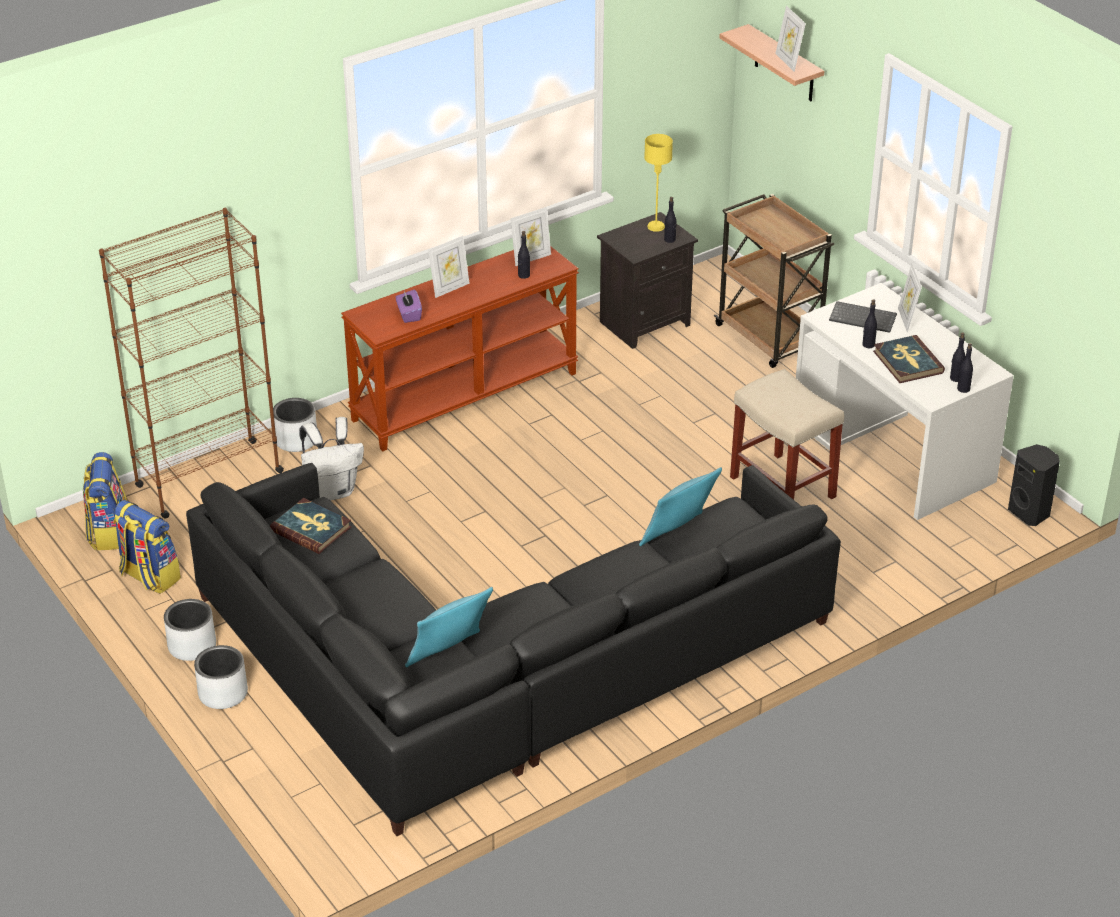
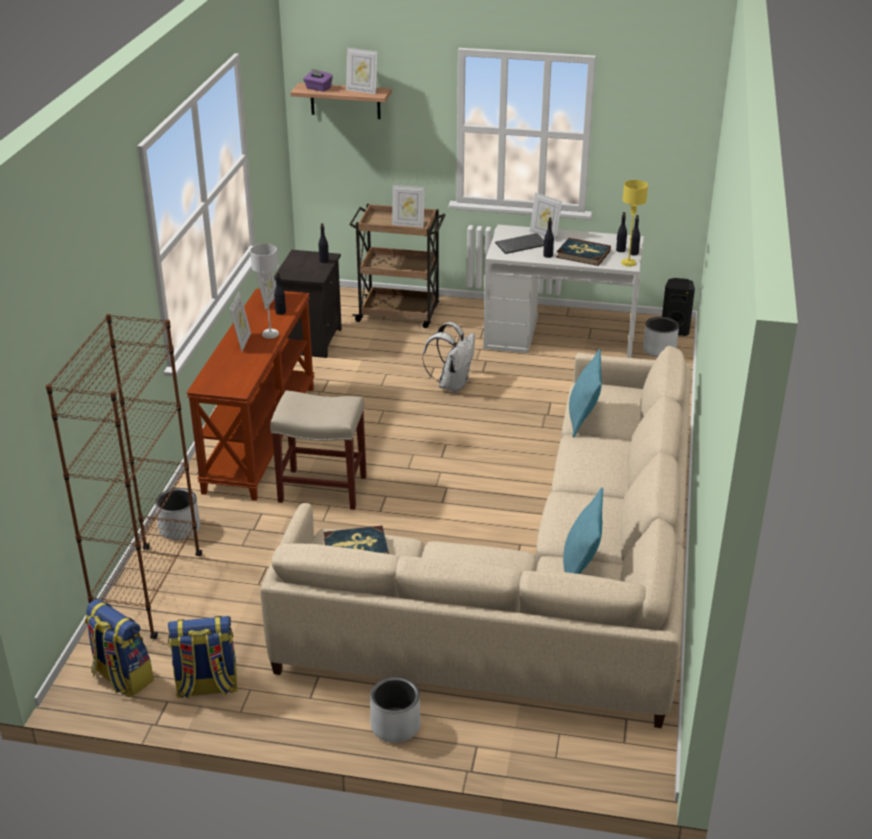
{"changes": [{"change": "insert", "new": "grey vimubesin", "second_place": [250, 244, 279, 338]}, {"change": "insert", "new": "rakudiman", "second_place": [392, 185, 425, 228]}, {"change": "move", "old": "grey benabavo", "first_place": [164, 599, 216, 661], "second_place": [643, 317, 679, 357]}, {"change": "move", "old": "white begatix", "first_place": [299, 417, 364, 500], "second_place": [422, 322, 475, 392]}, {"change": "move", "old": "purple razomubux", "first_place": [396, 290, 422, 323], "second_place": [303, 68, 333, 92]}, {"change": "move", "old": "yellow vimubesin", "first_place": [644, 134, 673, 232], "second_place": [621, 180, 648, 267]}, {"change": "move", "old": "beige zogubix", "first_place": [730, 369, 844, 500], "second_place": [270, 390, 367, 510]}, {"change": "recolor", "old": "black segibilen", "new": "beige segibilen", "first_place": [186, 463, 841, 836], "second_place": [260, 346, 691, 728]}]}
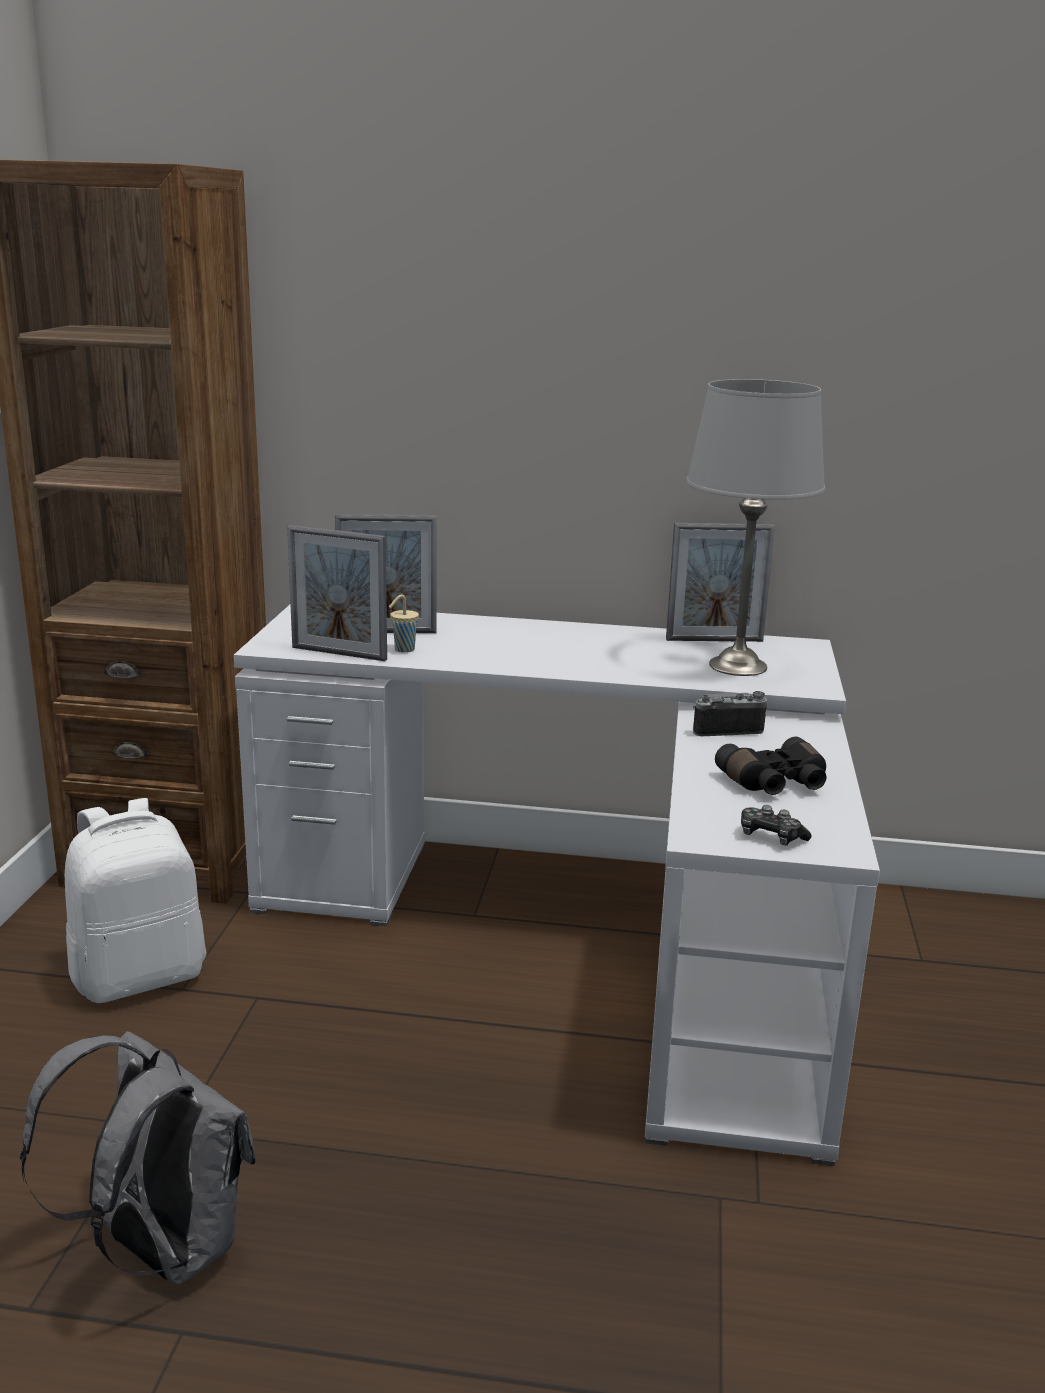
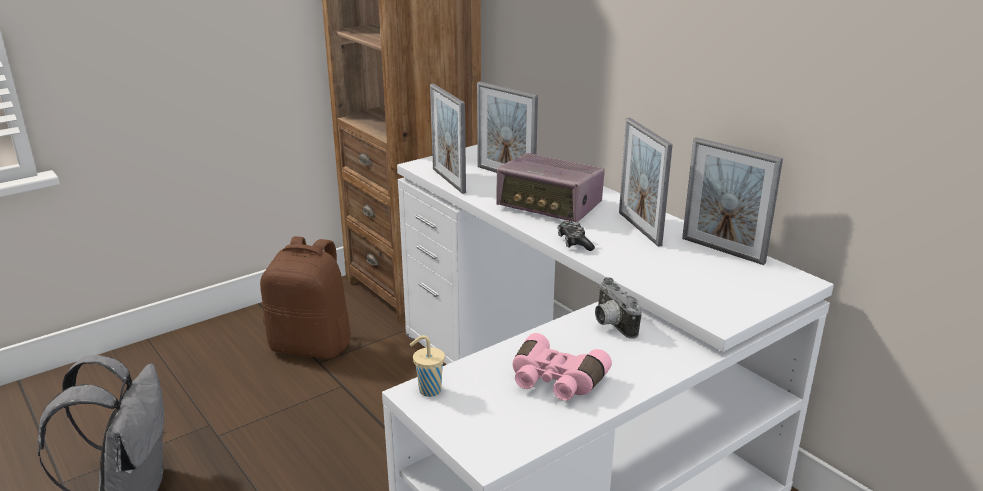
{"changes": [{"change": "delete", "old": "grey vimubesin", "first_place": [686, 379, 825, 676]}, {"change": "insert", "new": "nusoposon", "second_place": [496, 153, 605, 222]}, {"change": "insert", "new": "rakudiman", "second_place": [619, 118, 673, 247]}, {"change": "move", "old": "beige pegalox", "first_place": [389, 595, 419, 653], "second_place": [410, 335, 445, 397]}, {"change": "move", "old": "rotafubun", "first_place": [741, 805, 811, 846], "second_place": [558, 221, 595, 251]}, {"change": "recolor", "old": "white begatix", "new": "brown begatix", "first_place": [65, 798, 206, 1003], "second_place": [260, 236, 351, 359]}, {"change": "recolor", "old": "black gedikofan", "new": "pink gedikofan", "first_place": [715, 737, 826, 795], "second_place": [513, 333, 612, 401]}, {"change": "rotate", "old": "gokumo", "first_place": [693, 691, 767, 736], "second_place": [595, 277, 642, 339], "degrees": -150}]}
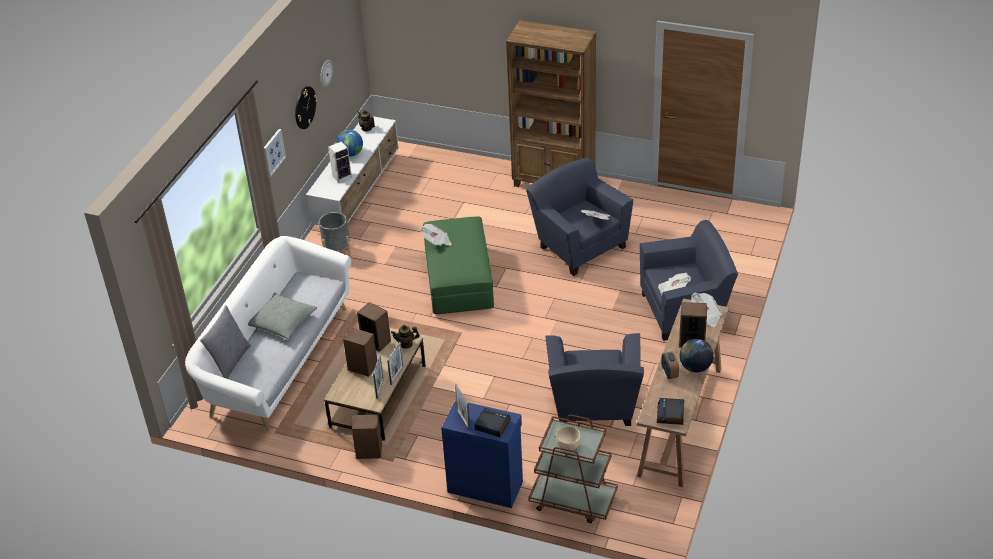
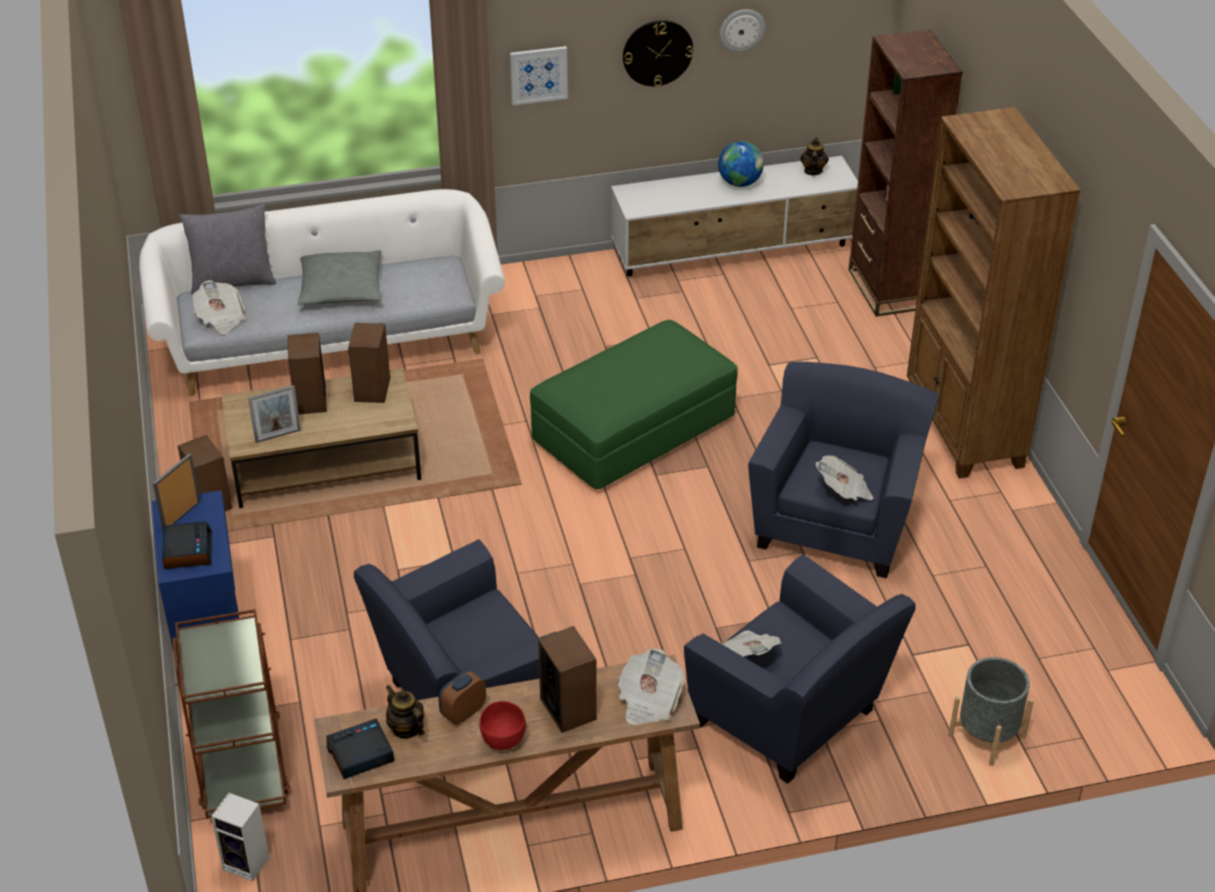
{"changes": [{"change": "delete", "old": "rakudiman", "first_place": [387, 342, 404, 385]}, {"change": "delete", "old": "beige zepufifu", "first_place": [555, 426, 581, 450]}, {"change": "insert", "new": "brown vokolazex", "second_place": [849, 29, 963, 317]}, {"change": "move", "old": "grey benabavo", "first_place": [319, 212, 351, 257], "second_place": [949, 657, 1034, 766]}, {"change": "move", "old": "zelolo", "first_place": [328, 141, 352, 183], "second_place": [211, 793, 269, 881]}, {"change": "move", "old": "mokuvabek", "first_place": [391, 325, 420, 348], "second_place": [386, 685, 424, 739]}, {"change": "move", "old": "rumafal", "first_place": [420, 224, 452, 246], "second_place": [192, 280, 246, 334]}, {"change": "replace", "old": "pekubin", "new": "red zepufifu", "first_place": [680, 339, 714, 372], "second_place": [479, 701, 526, 750]}]}
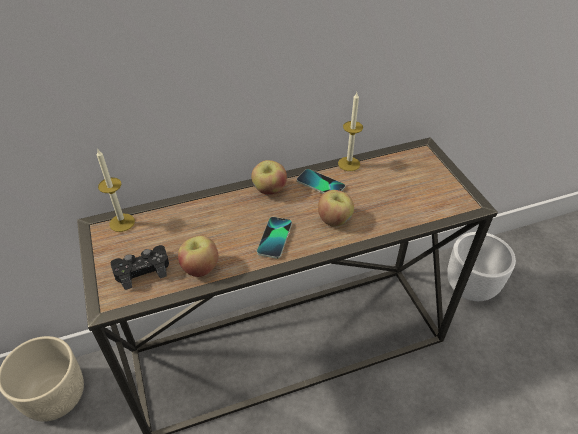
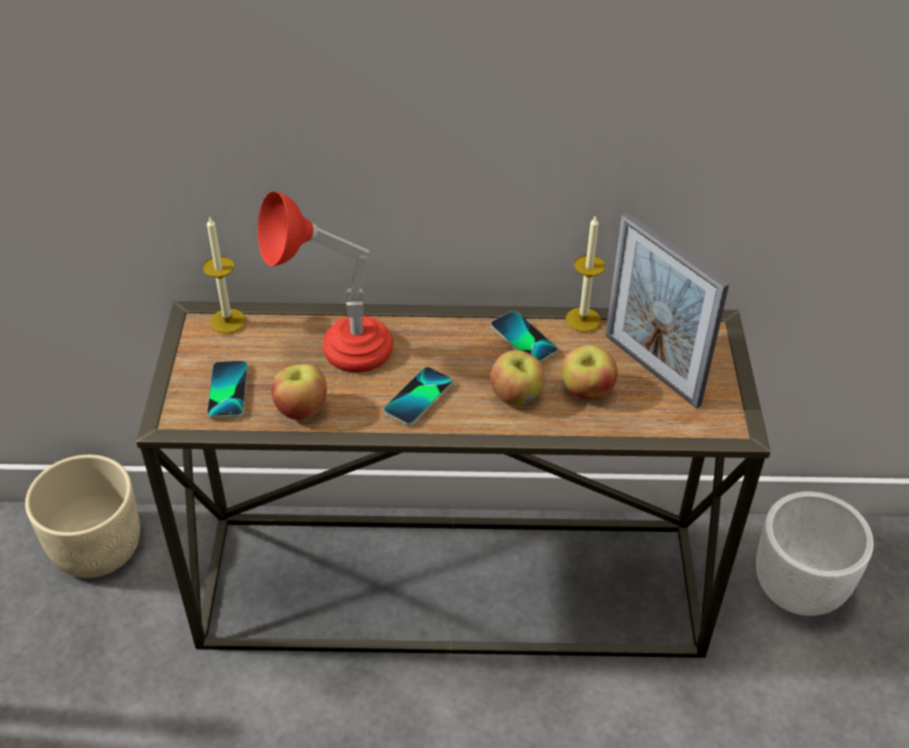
{"changes": [{"change": "insert", "new": "red vimubesin", "second_place": [257, 191, 393, 372]}, {"change": "insert", "new": "rakudiman", "second_place": [605, 212, 729, 409]}, {"change": "move", "old": "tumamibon", "first_place": [251, 160, 287, 195], "second_place": [562, 345, 618, 399]}, {"change": "replace", "old": "black rotafubun", "new": "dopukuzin", "first_place": [111, 245, 169, 290], "second_place": [207, 361, 248, 418]}]}
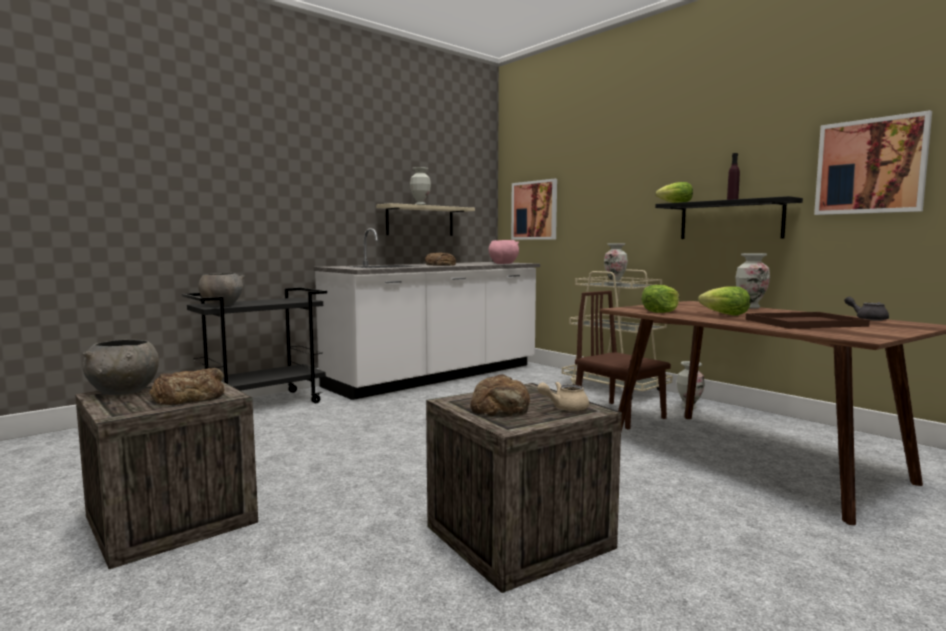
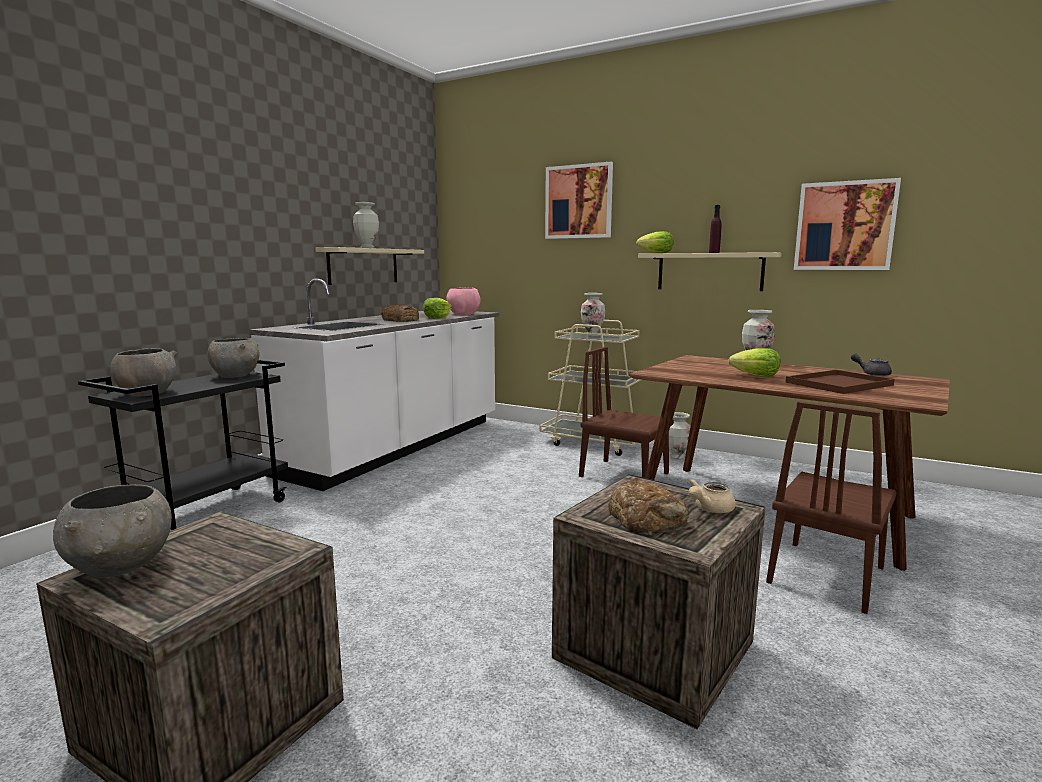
{"changes": [{"change": "delete", "old": "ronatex", "first_place": [149, 368, 225, 405]}, {"change": "insert", "new": "grey zepufifu", "second_place": [207, 338, 260, 378]}, {"change": "insert", "new": "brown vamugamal", "second_place": [766, 401, 897, 614]}, {"change": "move", "old": "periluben", "first_place": [511, 179, 557, 240], "second_place": [545, 162, 613, 239]}, {"change": "move", "old": "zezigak", "first_place": [641, 285, 679, 313], "second_place": [423, 298, 452, 319]}, {"change": "recolor", "old": "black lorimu", "new": "beige lorimu", "first_place": [655, 196, 803, 239], "second_place": [638, 252, 782, 291]}]}
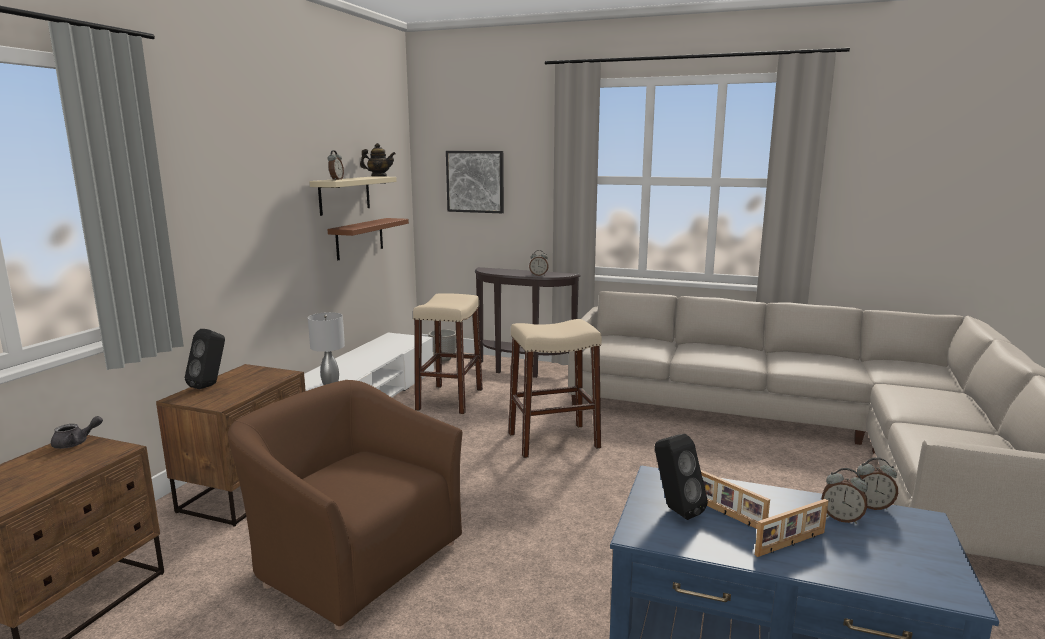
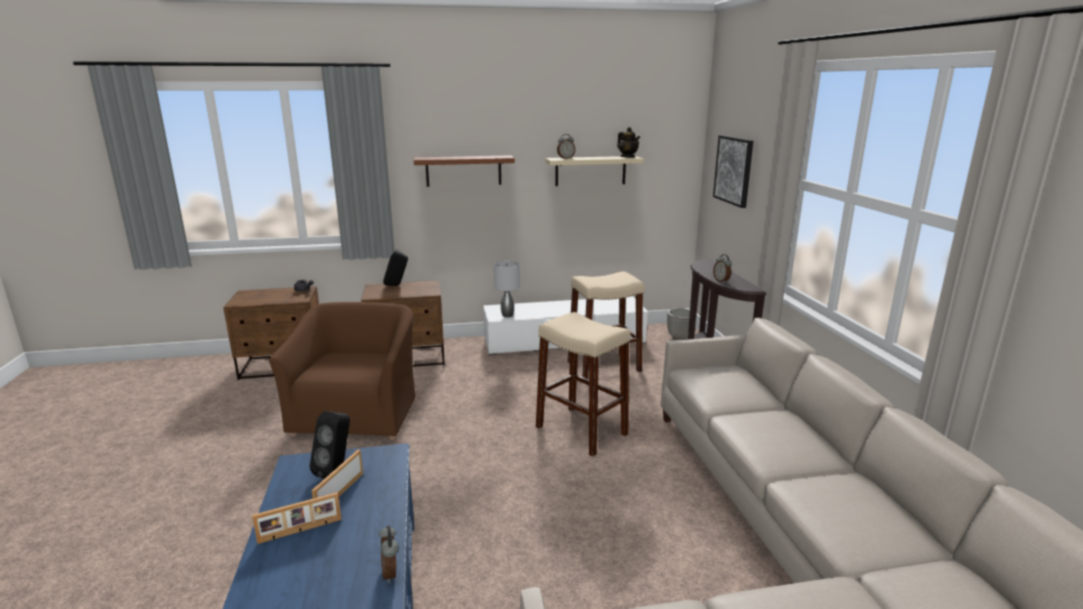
{"changes": [{"change": "delete", "old": "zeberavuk", "first_place": [822, 468, 868, 524]}, {"change": "move", "old": "brown lorimu", "first_place": [328, 218, 409, 260], "second_place": [414, 155, 515, 187]}, {"change": "rotate", "old": "rakudiman", "first_place": [755, 499, 828, 557], "second_place": [252, 492, 342, 544], "degrees": -60}]}
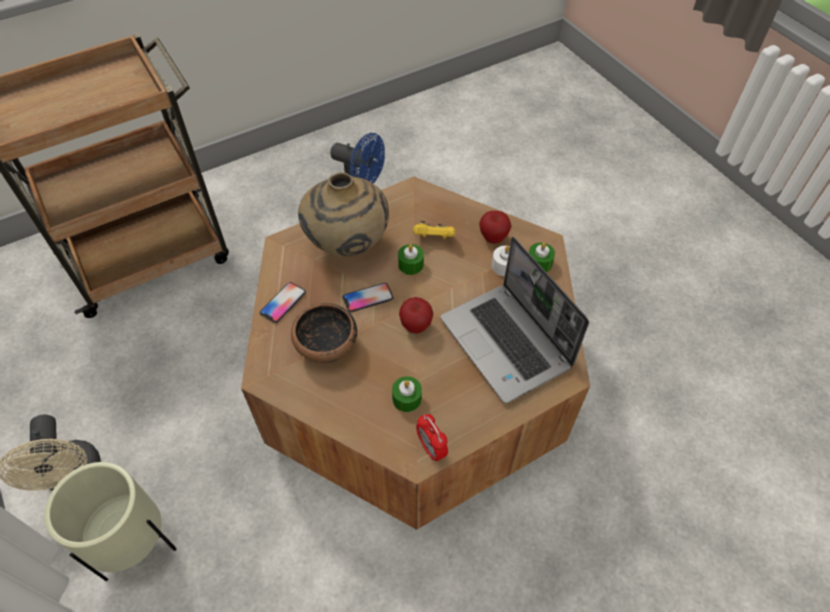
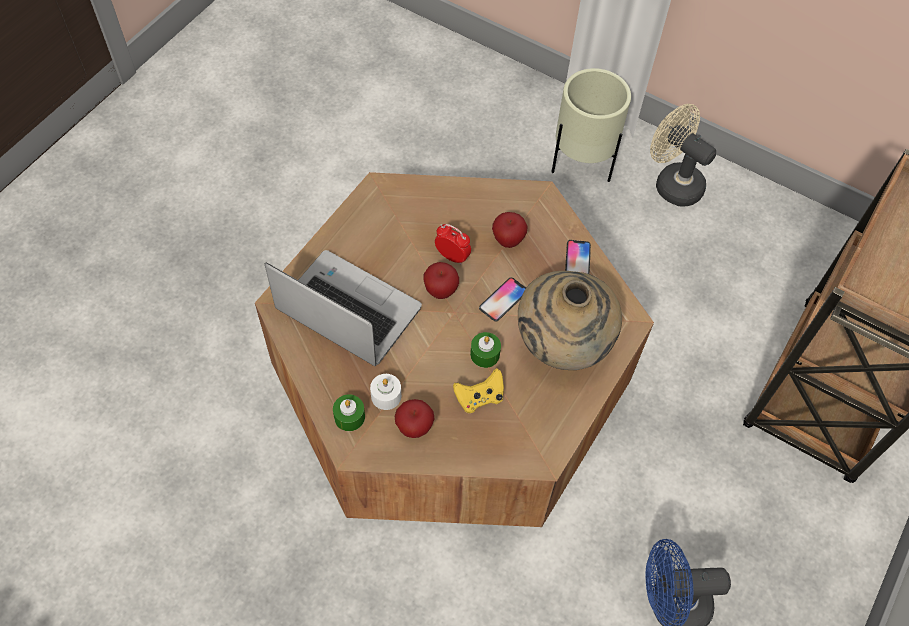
{"changes": [{"change": "delete", "old": "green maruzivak", "first_place": [392, 376, 422, 412]}, {"change": "move", "old": "zeberavuk", "first_place": [416, 414, 448, 461], "second_place": [435, 224, 471, 265]}, {"change": "replace", "old": "zepufifu", "new": "tumamibon", "first_place": [291, 303, 357, 363], "second_place": [492, 212, 528, 248]}]}
